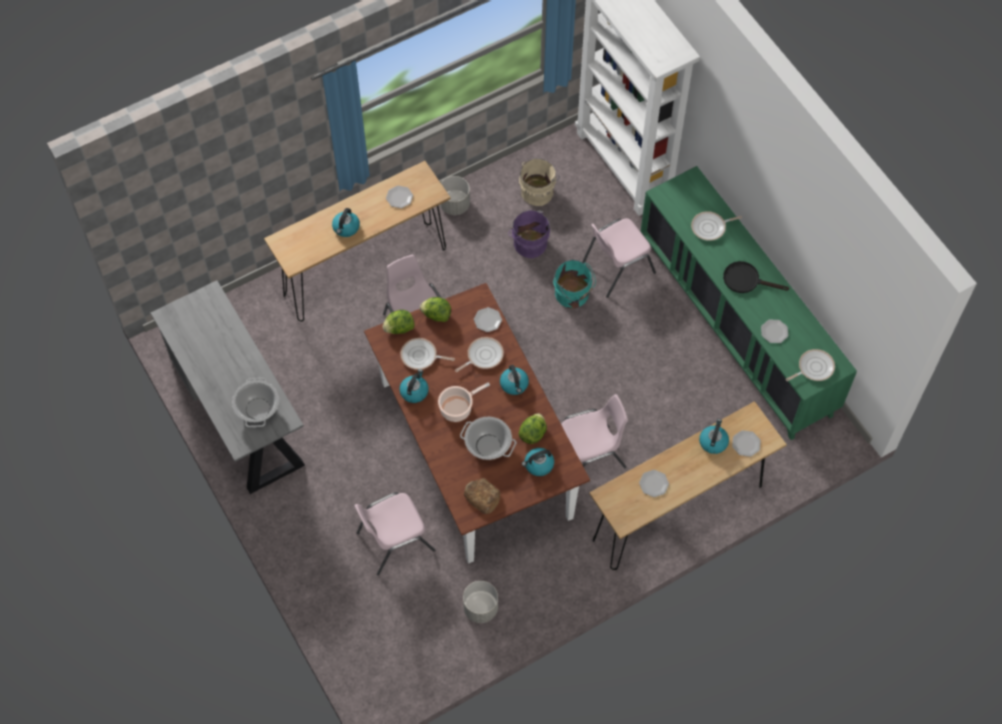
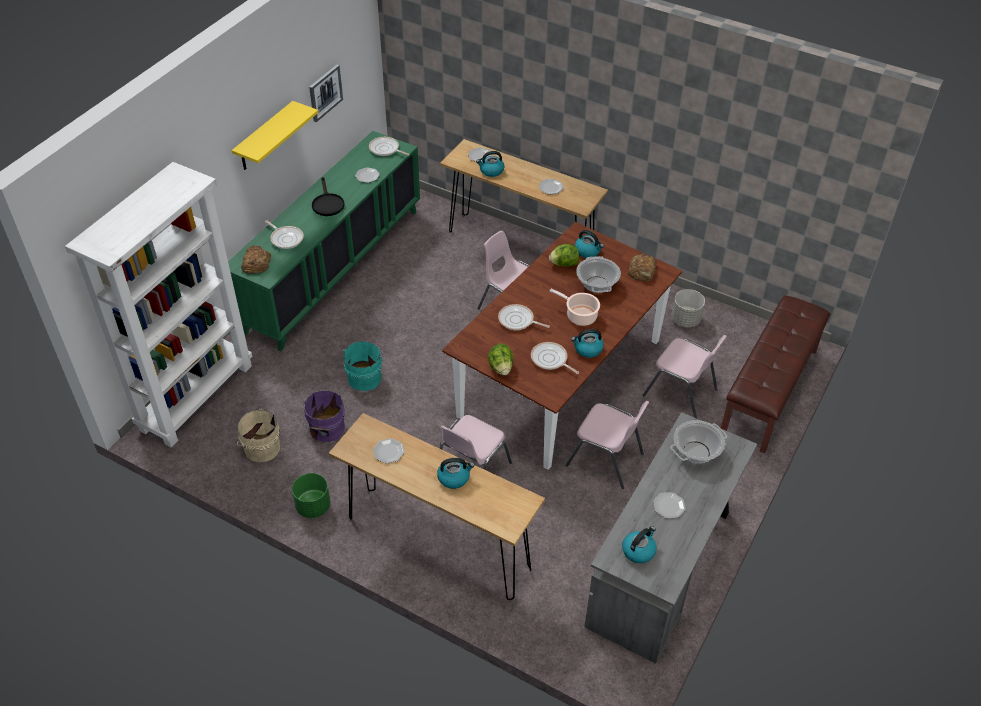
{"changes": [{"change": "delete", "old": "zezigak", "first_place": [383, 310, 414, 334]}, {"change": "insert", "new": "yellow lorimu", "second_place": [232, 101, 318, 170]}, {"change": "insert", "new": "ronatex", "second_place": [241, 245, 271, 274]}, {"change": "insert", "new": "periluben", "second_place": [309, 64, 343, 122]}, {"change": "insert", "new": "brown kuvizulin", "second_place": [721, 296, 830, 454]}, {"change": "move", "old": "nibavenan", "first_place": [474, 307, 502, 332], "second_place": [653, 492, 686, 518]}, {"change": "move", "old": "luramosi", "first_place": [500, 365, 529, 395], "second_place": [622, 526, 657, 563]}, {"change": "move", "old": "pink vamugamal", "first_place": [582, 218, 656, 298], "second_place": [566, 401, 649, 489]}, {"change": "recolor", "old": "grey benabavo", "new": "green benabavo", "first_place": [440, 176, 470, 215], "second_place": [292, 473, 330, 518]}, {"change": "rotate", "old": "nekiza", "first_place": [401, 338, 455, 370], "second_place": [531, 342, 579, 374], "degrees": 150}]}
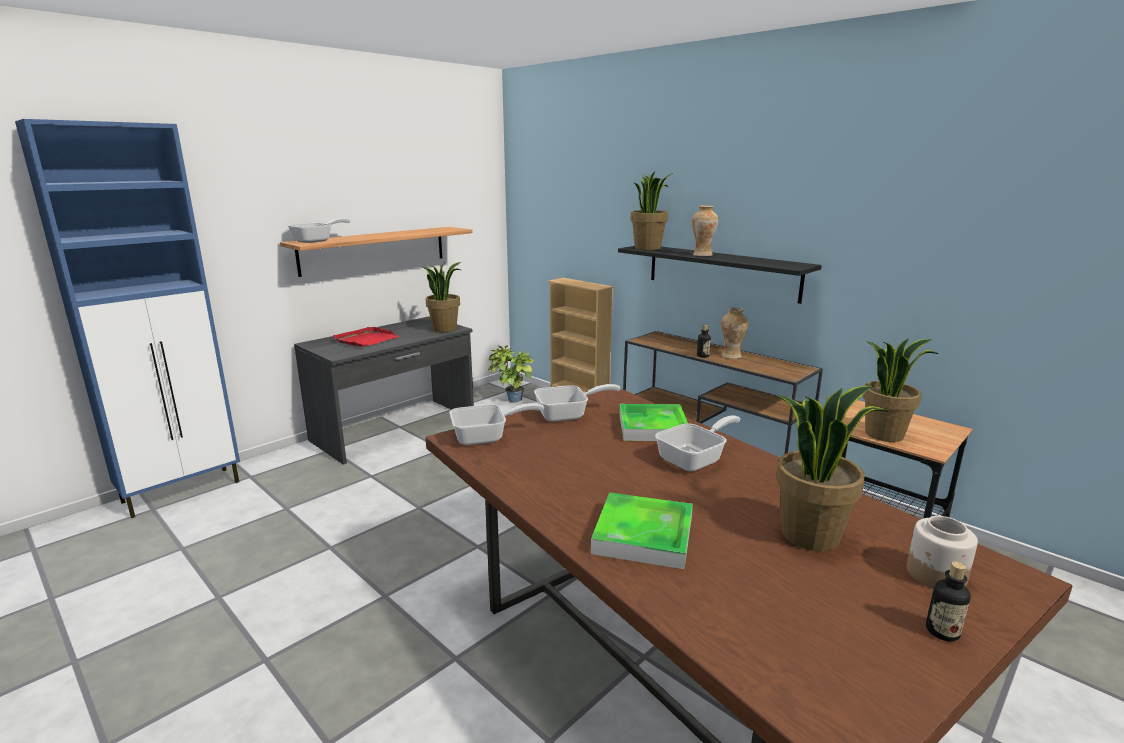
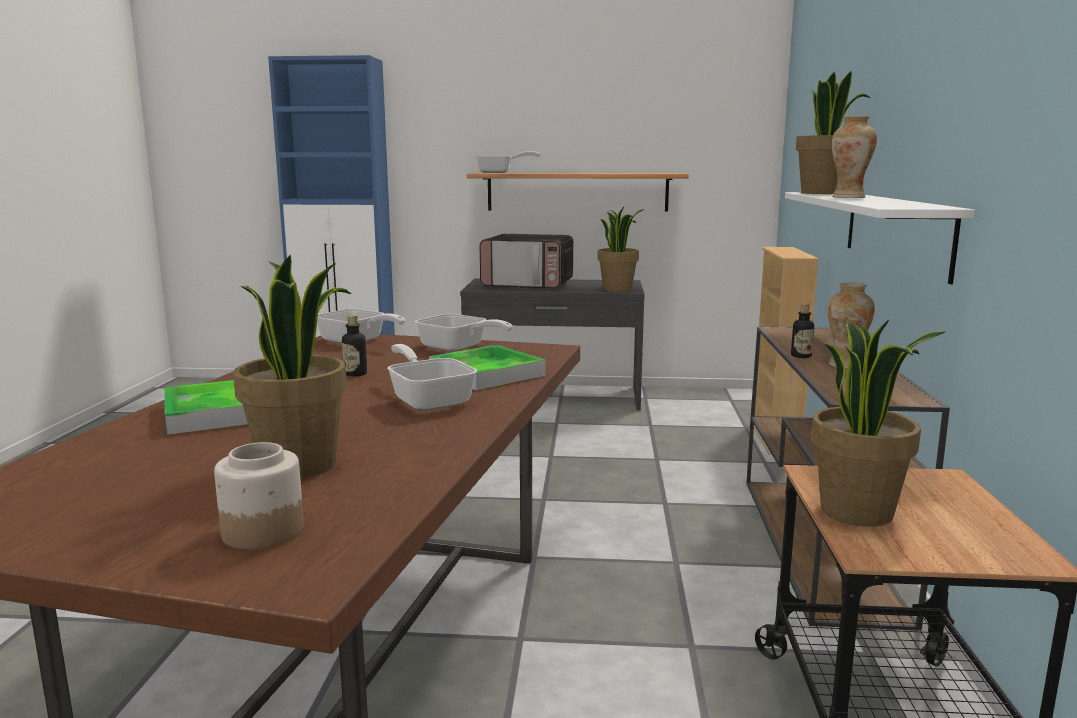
{"changes": [{"change": "delete", "old": "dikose", "first_place": [487, 345, 534, 403]}, {"change": "move", "old": "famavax", "first_place": [926, 561, 971, 642], "second_place": [342, 315, 367, 377]}, {"change": "replace", "old": "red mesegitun", "new": "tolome", "first_place": [333, 327, 399, 347], "second_place": [480, 234, 573, 289]}, {"change": "recolor", "old": "black lorimu", "new": "white lorimu", "first_place": [618, 246, 822, 304], "second_place": [785, 192, 975, 284]}, {"change": "rotate", "old": "nekiza", "first_place": [655, 416, 741, 472], "second_place": [387, 344, 477, 411], "degrees": -135}]}
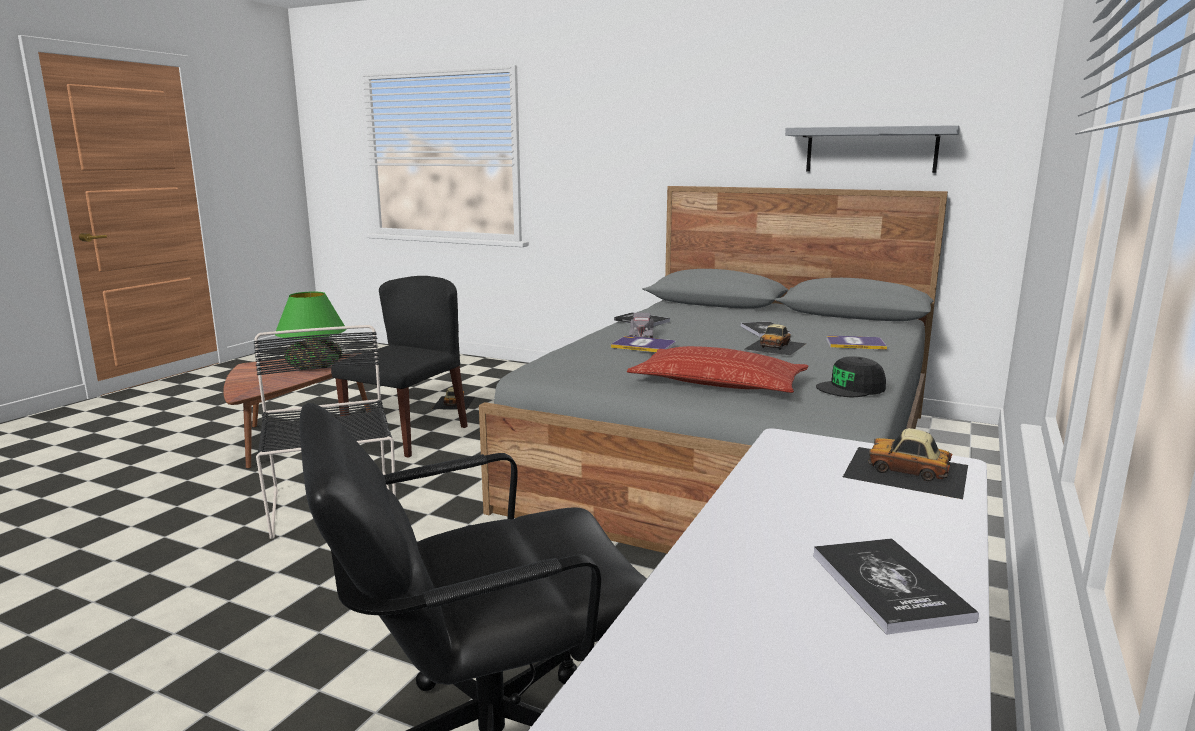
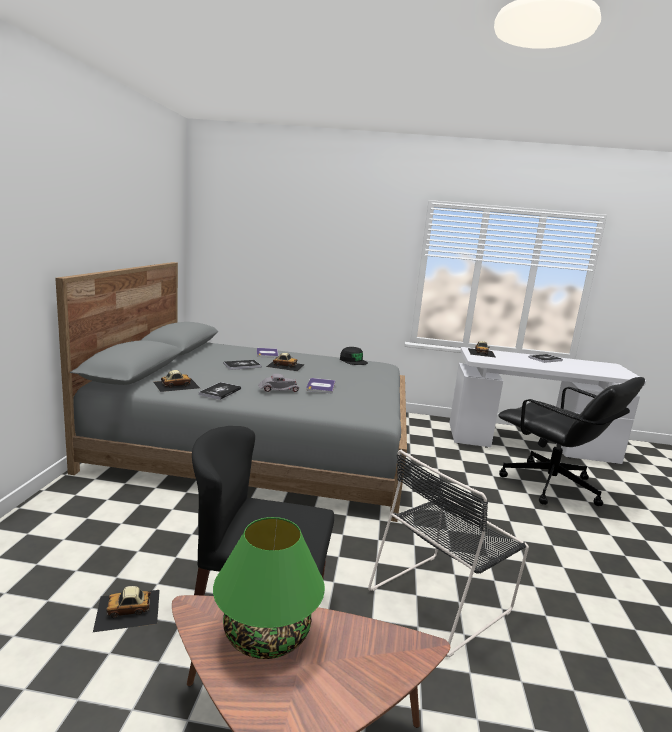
{"changes": [{"change": "delete", "old": "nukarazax", "first_place": [627, 346, 809, 393]}, {"change": "delete", "old": "grey lorimu", "first_place": [785, 125, 960, 173]}, {"change": "insert", "new": "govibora", "second_place": [154, 370, 200, 392]}]}
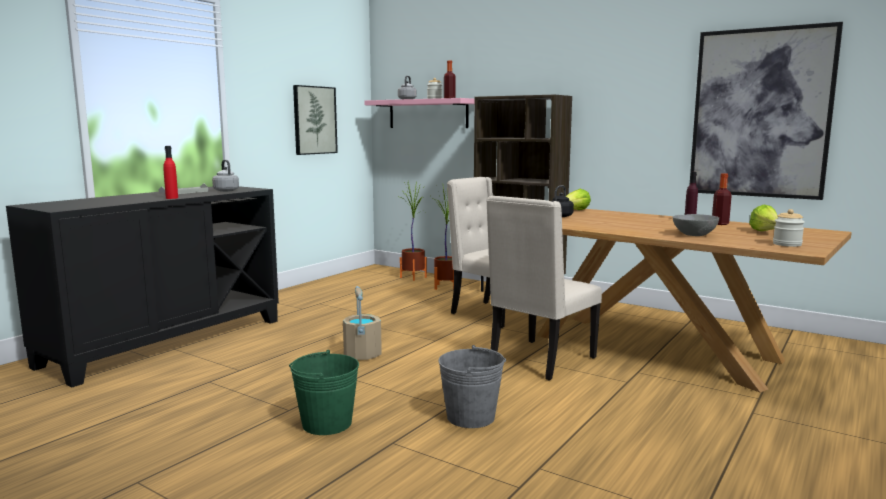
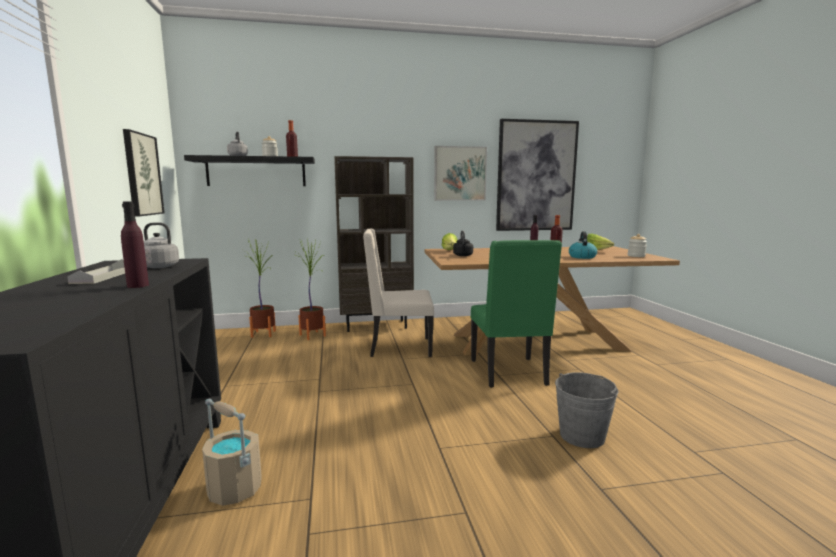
{"changes": [{"change": "delete", "old": "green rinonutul", "first_place": [289, 350, 359, 435]}, {"change": "insert", "new": "periluben", "second_place": [434, 146, 487, 201]}, {"change": "move", "old": "beige rinonutul", "first_place": [343, 286, 382, 360], "second_place": [202, 399, 262, 506]}, {"change": "replace", "old": "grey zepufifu", "new": "luramosi", "first_place": [673, 214, 719, 236], "second_place": [569, 231, 597, 259]}, {"change": "recolor", "old": "red famavax", "new": "purple famavax", "first_place": [163, 146, 178, 199], "second_place": [121, 201, 149, 288]}, {"change": "recolor", "old": "pink lorimu", "new": "black lorimu", "first_place": [364, 98, 475, 128], "second_place": [184, 155, 315, 186]}, {"change": "recolor", "old": "beige vamugamal", "new": "green vamugamal", "first_place": [486, 196, 602, 381], "second_place": [471, 240, 562, 388]}]}
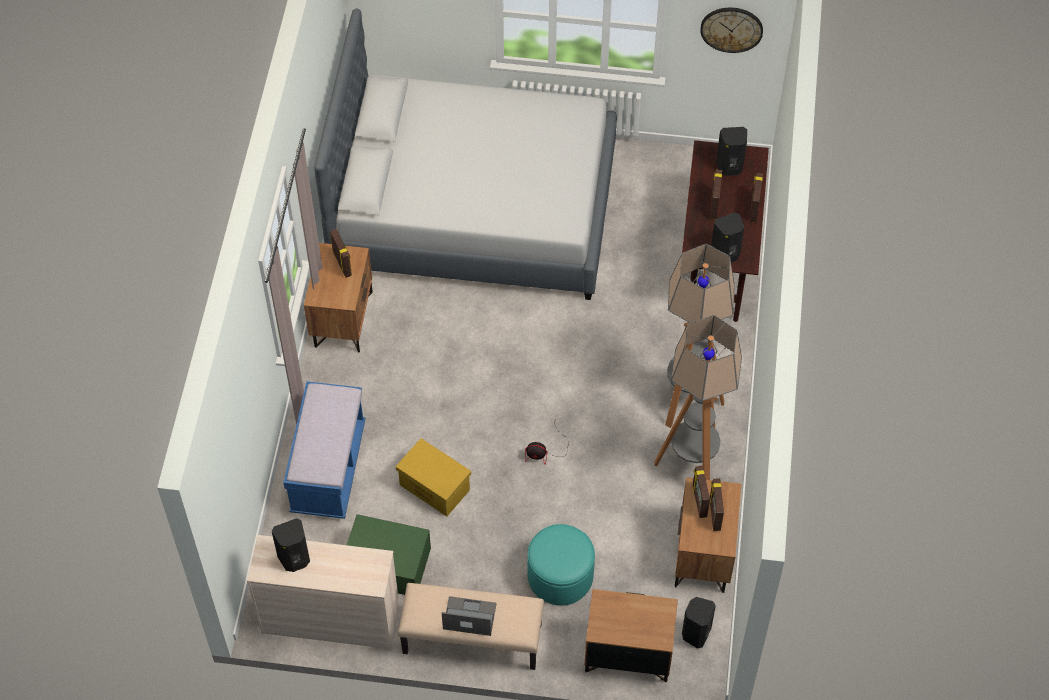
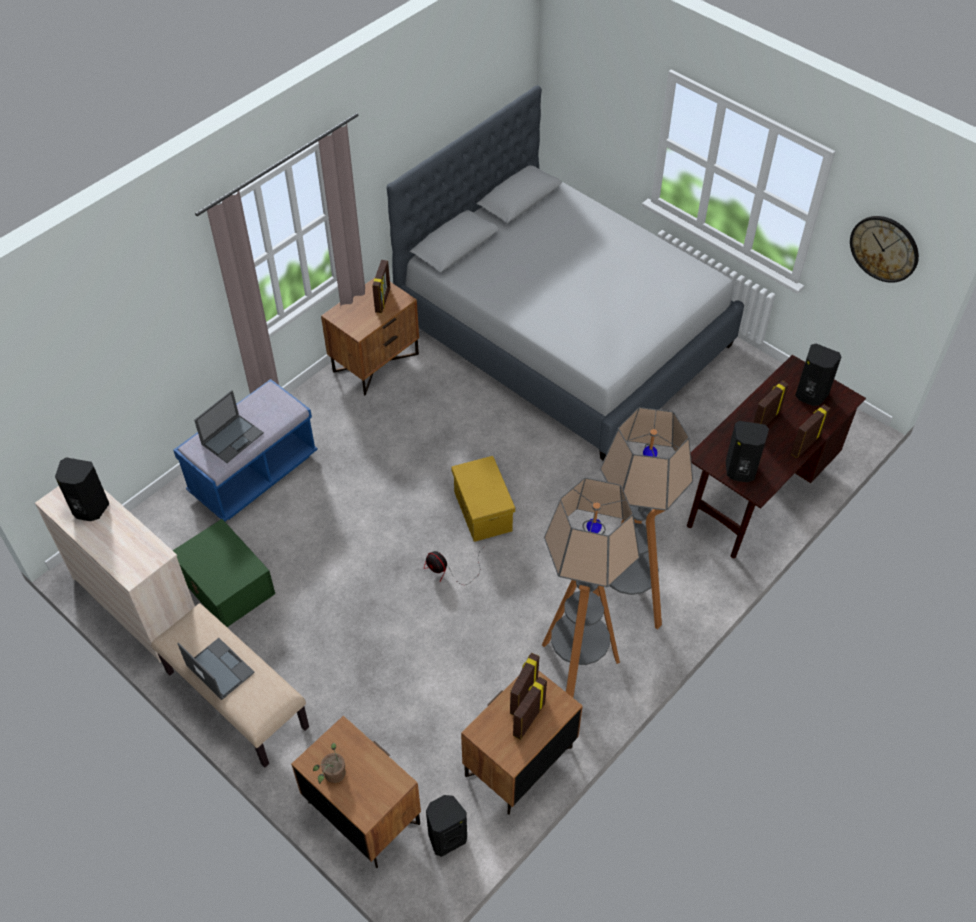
{"changes": [{"change": "delete", "old": "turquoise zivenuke", "first_place": [527, 524, 595, 606]}, {"change": "insert", "new": "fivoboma", "second_place": [194, 390, 264, 463]}, {"change": "insert", "new": "dikose", "second_place": [313, 743, 346, 784]}, {"change": "move", "old": "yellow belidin", "first_place": [396, 438, 471, 516], "second_place": [451, 456, 515, 542]}]}
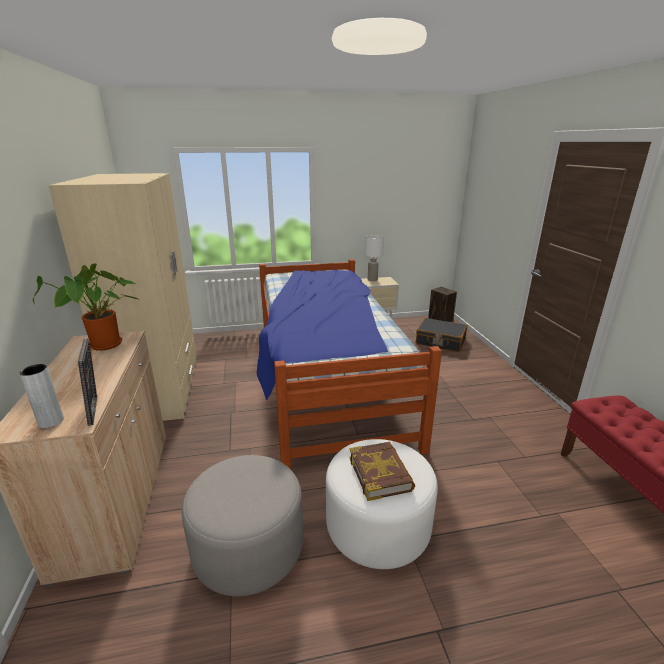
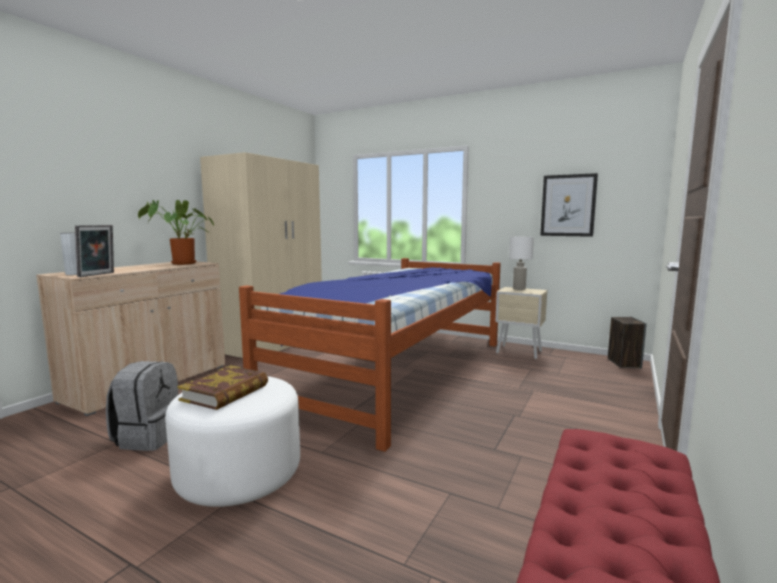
{"changes": [{"change": "delete", "old": "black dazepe", "first_place": [416, 318, 467, 352]}, {"change": "insert", "new": "periluben", "second_place": [540, 173, 598, 237]}, {"change": "replace", "old": "grey zivenuke", "new": "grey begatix", "first_place": [182, 455, 303, 596], "second_place": [106, 361, 178, 451]}]}
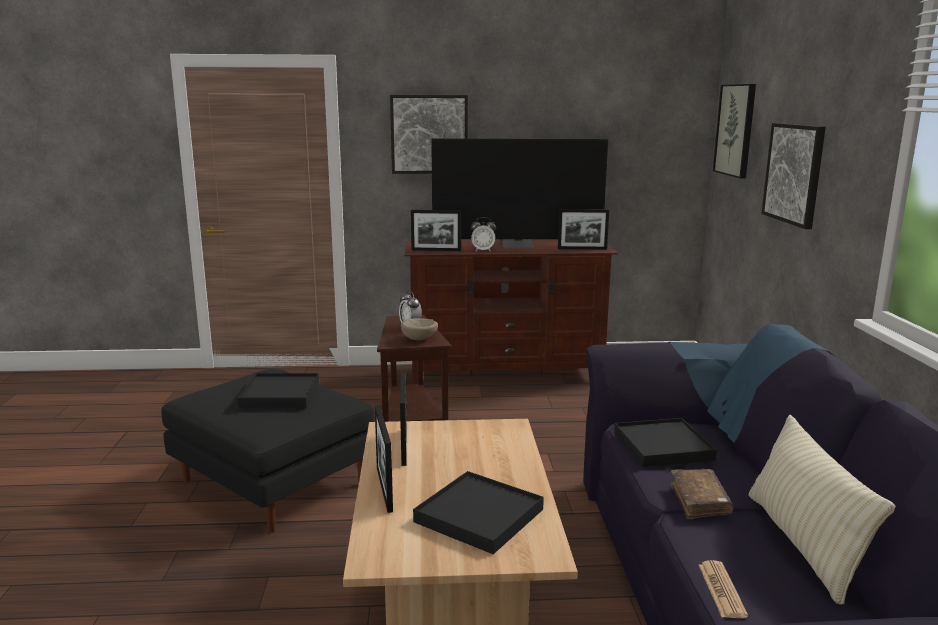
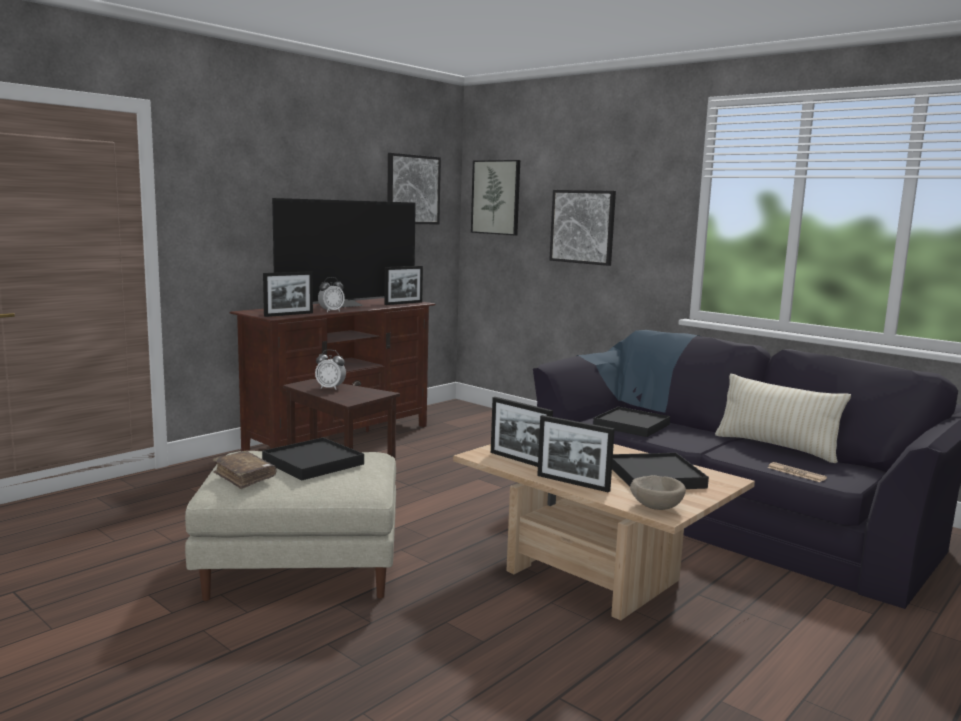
{"changes": [{"change": "move", "old": "periluben", "first_place": [390, 95, 468, 174], "second_place": [387, 153, 441, 224]}, {"change": "move", "old": "beige zepufifu", "first_place": [401, 318, 438, 340], "second_place": [630, 475, 686, 510]}, {"change": "move", "old": "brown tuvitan", "first_place": [670, 469, 734, 519], "second_place": [213, 451, 276, 489]}, {"change": "recolor", "old": "black zivenuke", "new": "beige zivenuke", "first_place": [161, 369, 375, 533], "second_place": [185, 451, 396, 601]}]}
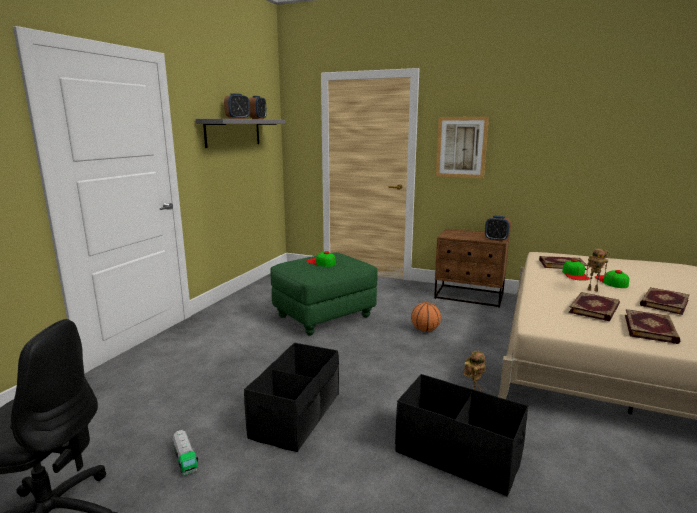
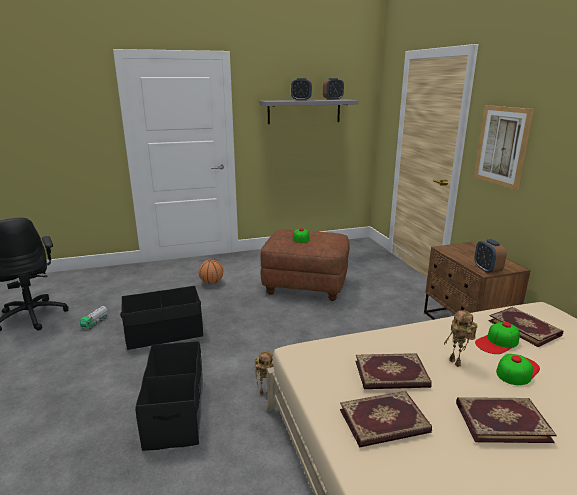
{"changes": [{"change": "move", "old": "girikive", "first_place": [411, 302, 441, 332], "second_place": [199, 260, 223, 284]}, {"change": "recolor", "old": "green zivenuke", "new": "brown zivenuke", "first_place": [270, 252, 377, 335], "second_place": [260, 229, 350, 301]}]}
